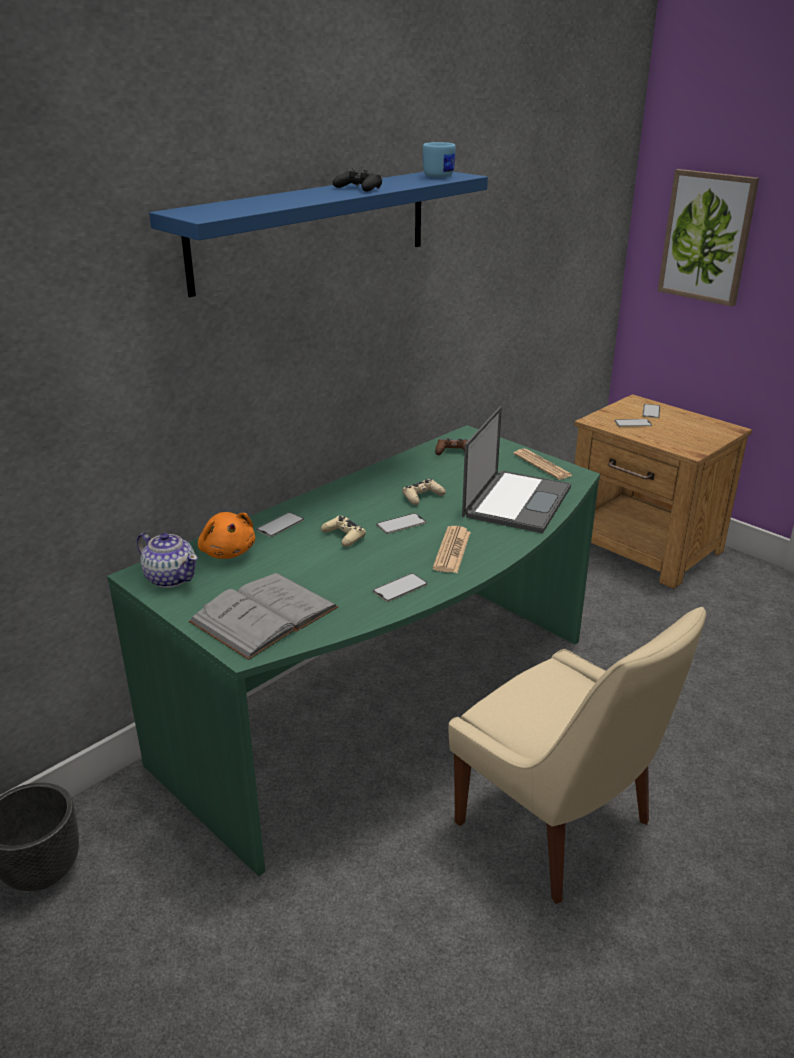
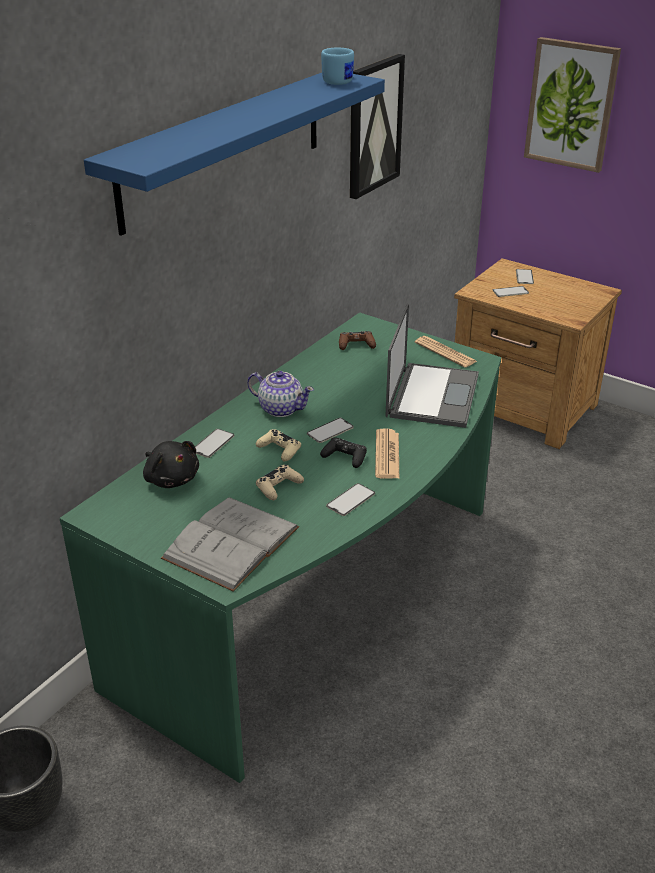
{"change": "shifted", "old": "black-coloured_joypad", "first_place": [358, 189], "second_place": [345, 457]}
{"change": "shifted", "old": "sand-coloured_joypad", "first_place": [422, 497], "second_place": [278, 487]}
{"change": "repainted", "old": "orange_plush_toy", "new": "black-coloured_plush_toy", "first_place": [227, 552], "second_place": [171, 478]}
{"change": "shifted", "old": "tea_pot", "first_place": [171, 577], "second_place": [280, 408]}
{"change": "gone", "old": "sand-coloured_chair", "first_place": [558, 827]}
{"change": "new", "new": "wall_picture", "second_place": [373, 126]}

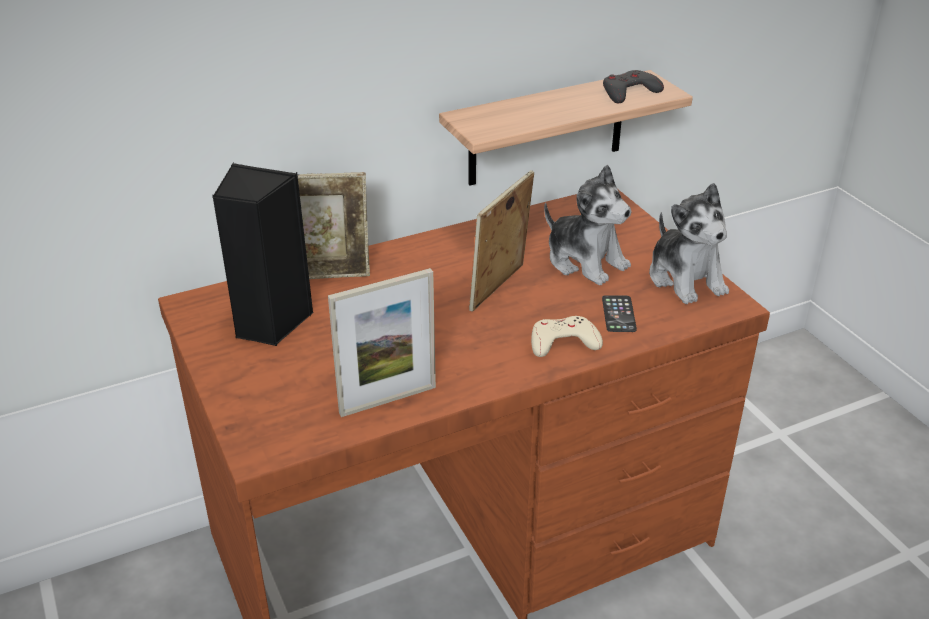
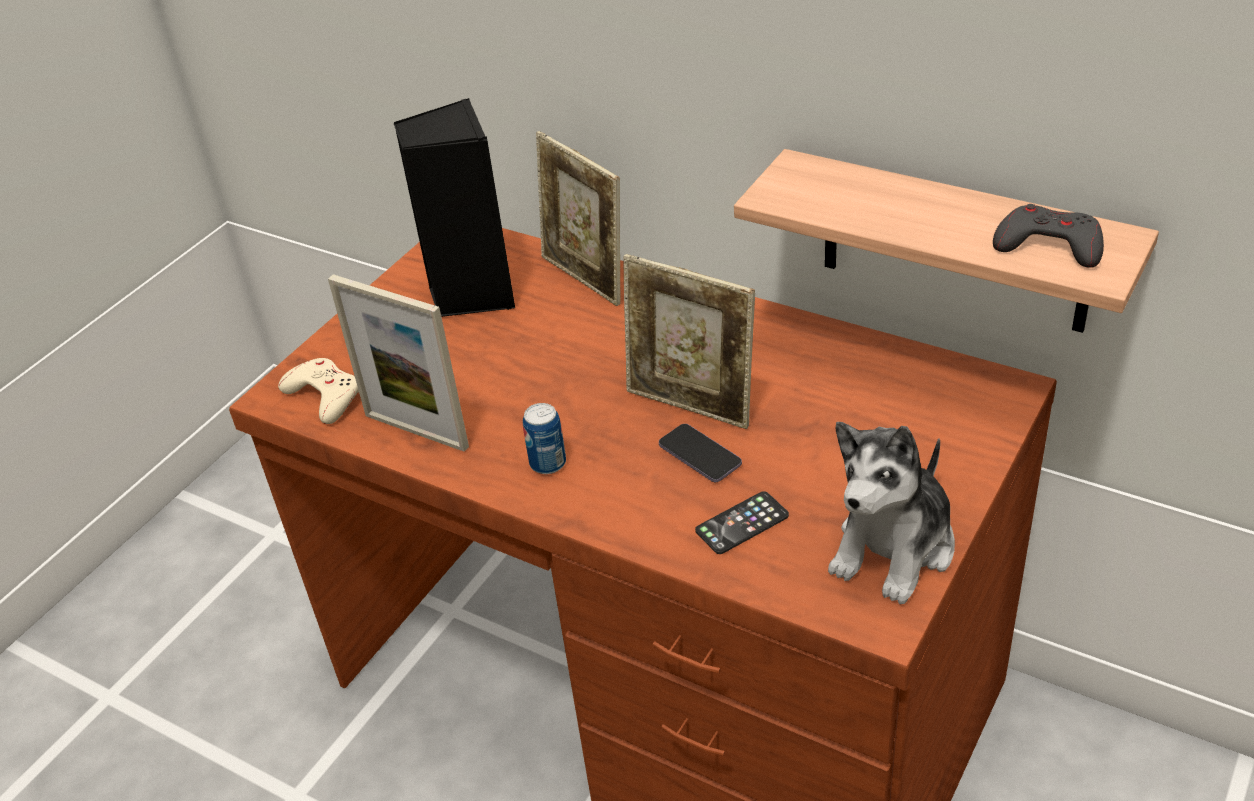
{"change": "gone", "old": "plush_toy", "first_place": [585, 261]}
{"change": "rotated", "old": "standing_frame", "first_place": [499, 289], "second_place": [691, 405], "degrees": -150}
{"change": "shifted", "old": "sand-coloured_joypad", "first_place": [563, 342], "second_place": [324, 395]}
{"change": "new", "new": "sealed_can", "second_place": [548, 463]}
{"change": "new", "new": "telephone", "second_place": [700, 455]}

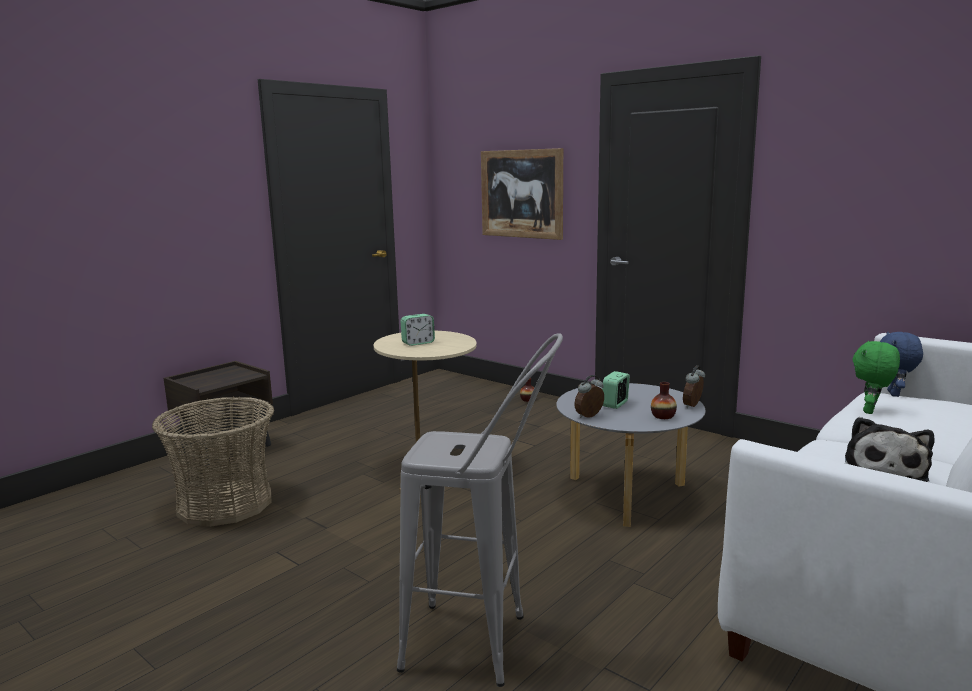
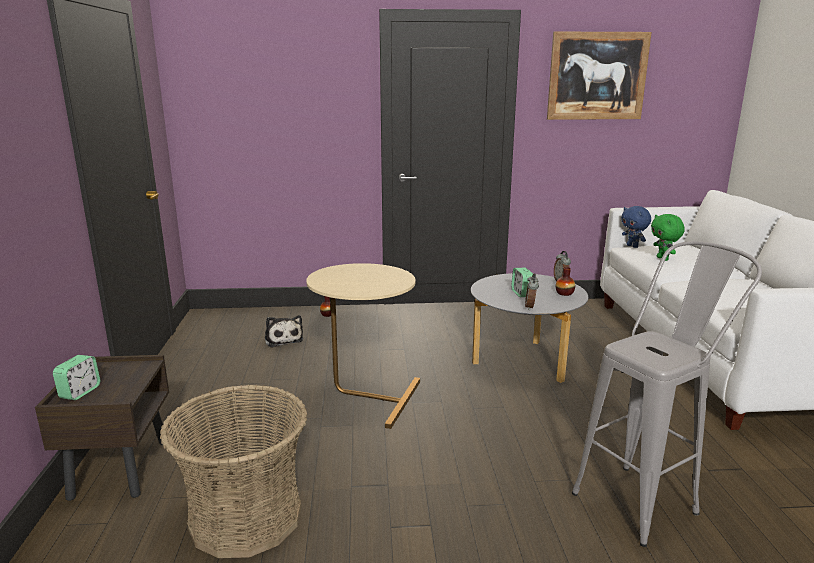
{"change": "shifted", "old": "wall_picture", "first_place": [521, 194], "second_place": [597, 76]}
{"change": "shifted", "old": "table_clock", "first_place": [418, 343], "second_place": [80, 392]}
{"change": "shifted", "old": "plush_toy", "first_place": [883, 470], "second_place": [283, 339]}

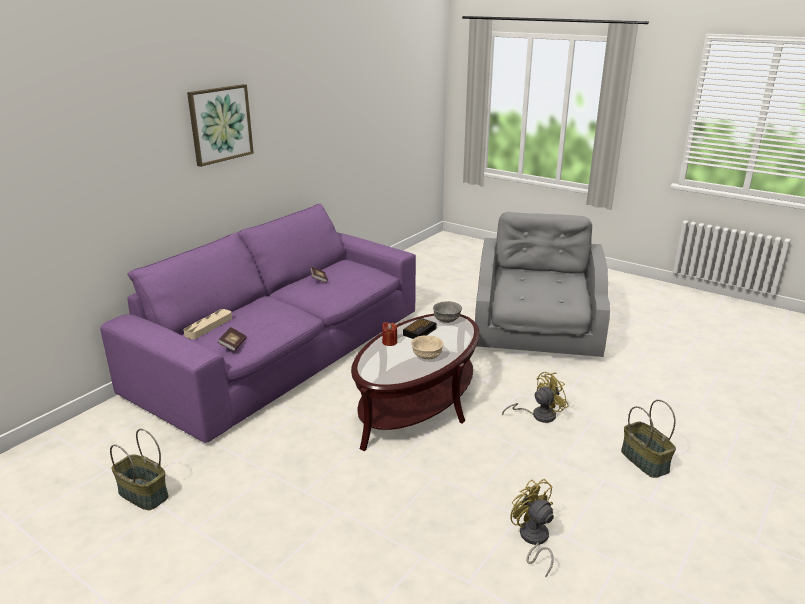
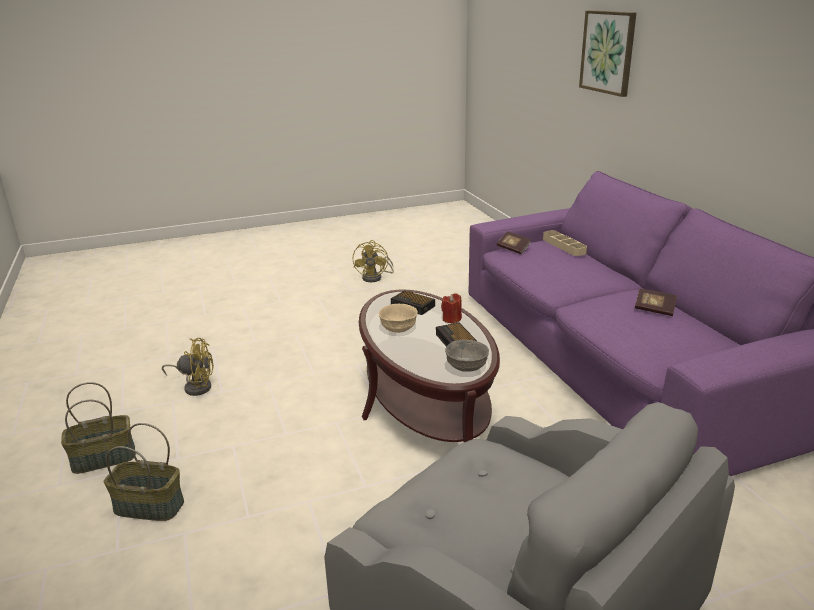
{"change": "shifted", "old": "wall_picture", "first_place": [220, 124], "second_place": [608, 52]}
{"change": "shifted", "old": "yellow-coloured_fan", "first_place": [538, 415], "second_place": [375, 277]}
{"change": "shifted", "old": "basket", "first_place": [142, 494], "second_place": [104, 458]}
{"change": "new", "new": "table_clock", "second_place": [413, 306]}

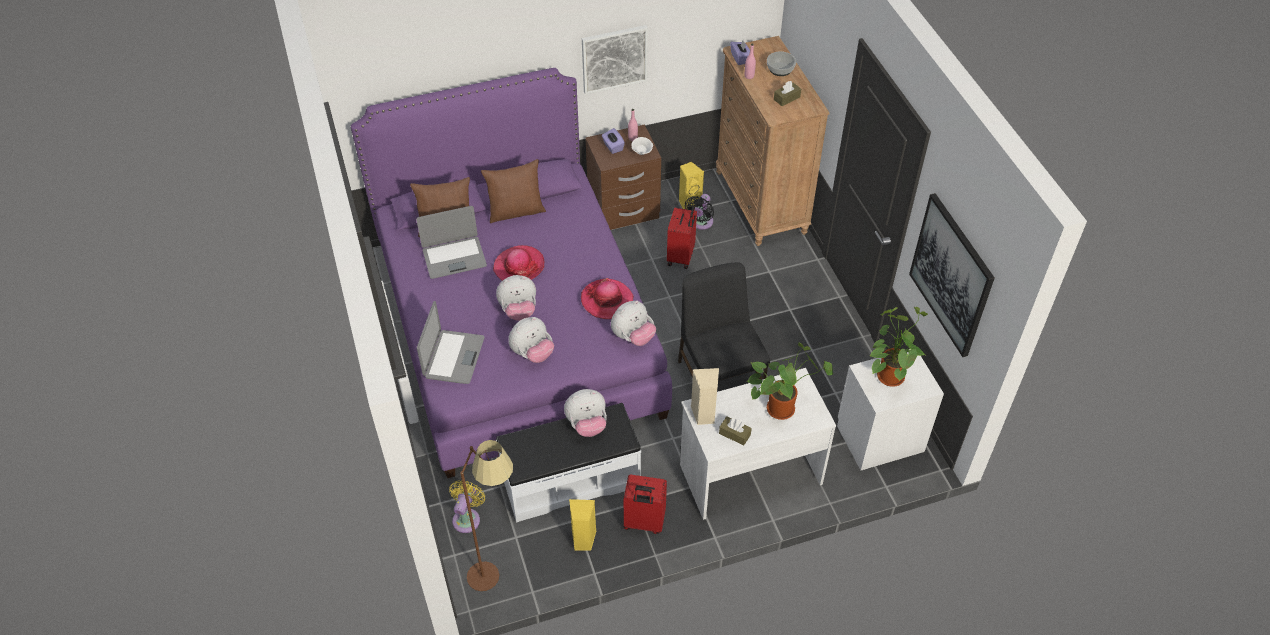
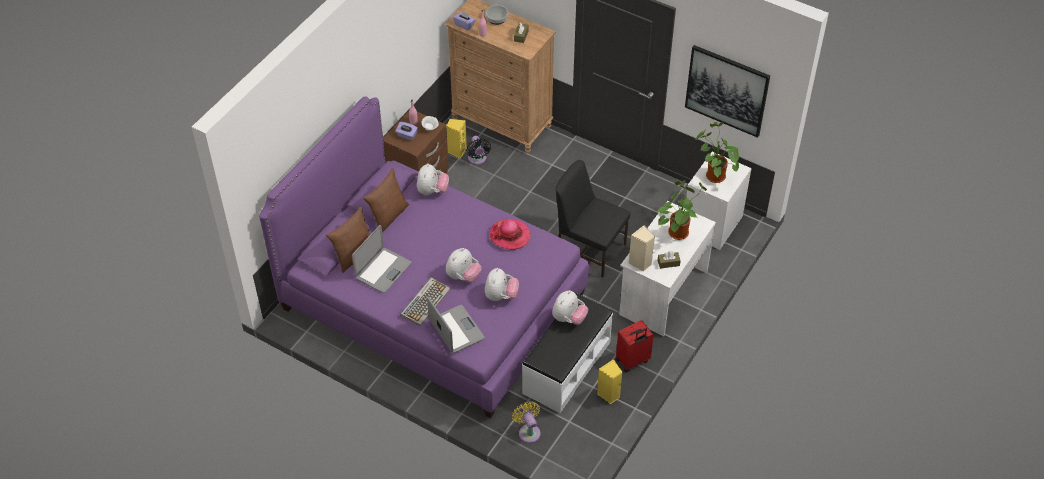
{"change": "gone", "old": "wall_picture", "first_place": [614, 58]}
{"change": "gone", "old": "reddish_suitcase", "first_place": [681, 257]}
{"change": "gone", "old": "wearable_hat", "first_place": [519, 266]}
{"change": "shifted", "old": "plush_toy", "first_place": [633, 337], "second_place": [432, 191]}
{"change": "gone", "old": "brown_floor_lamp", "first_place": [498, 575]}
{"change": "new", "new": "computer_keyboard", "second_place": [425, 302]}

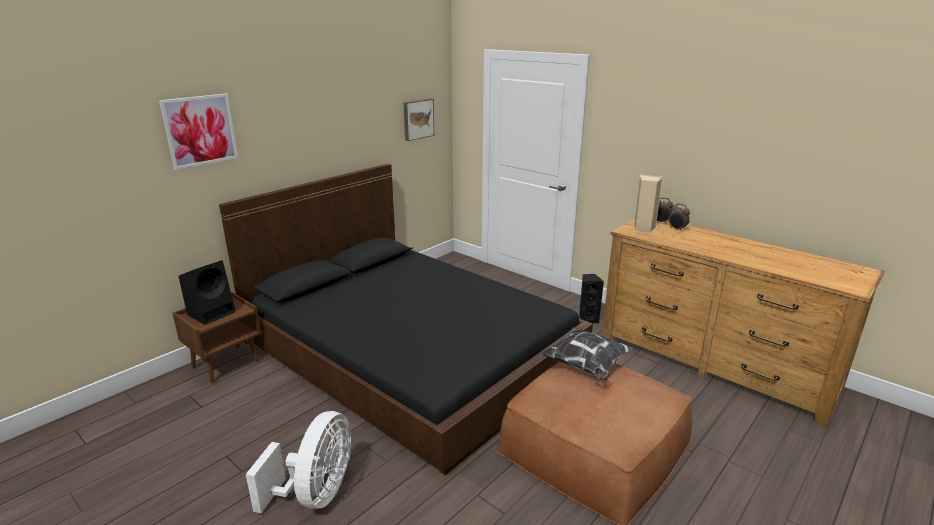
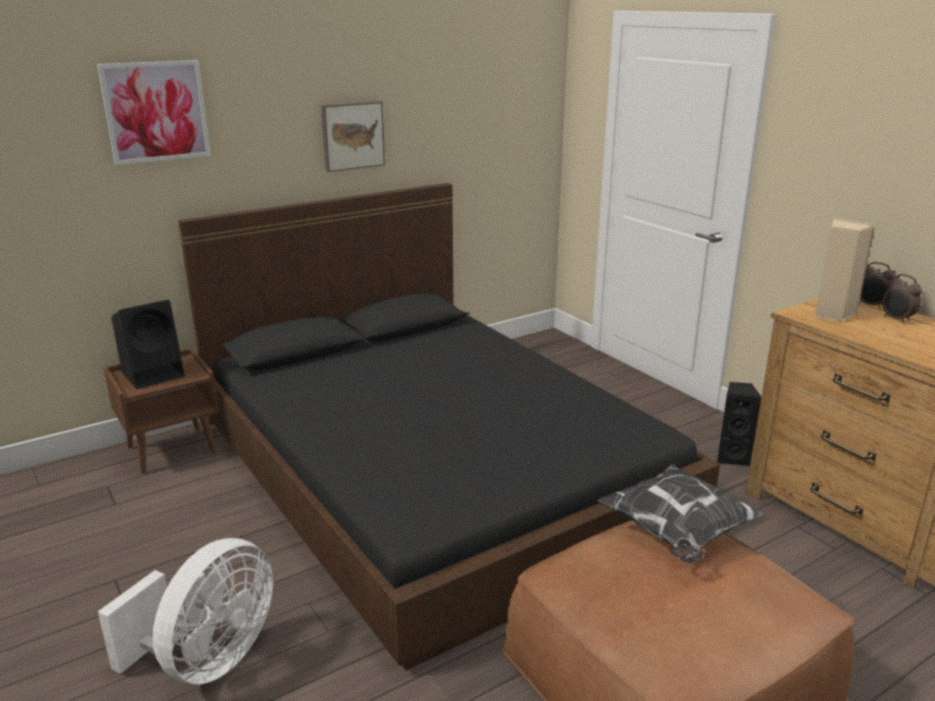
{"change": "shifted", "old": "wall_picture", "first_place": [417, 119], "second_place": [352, 135]}

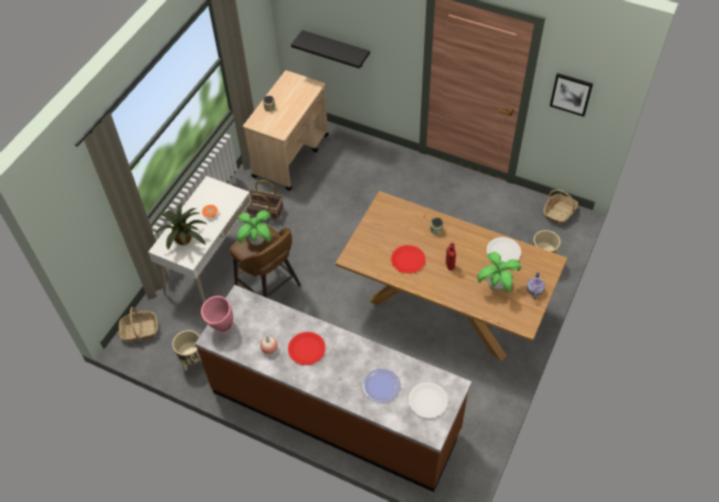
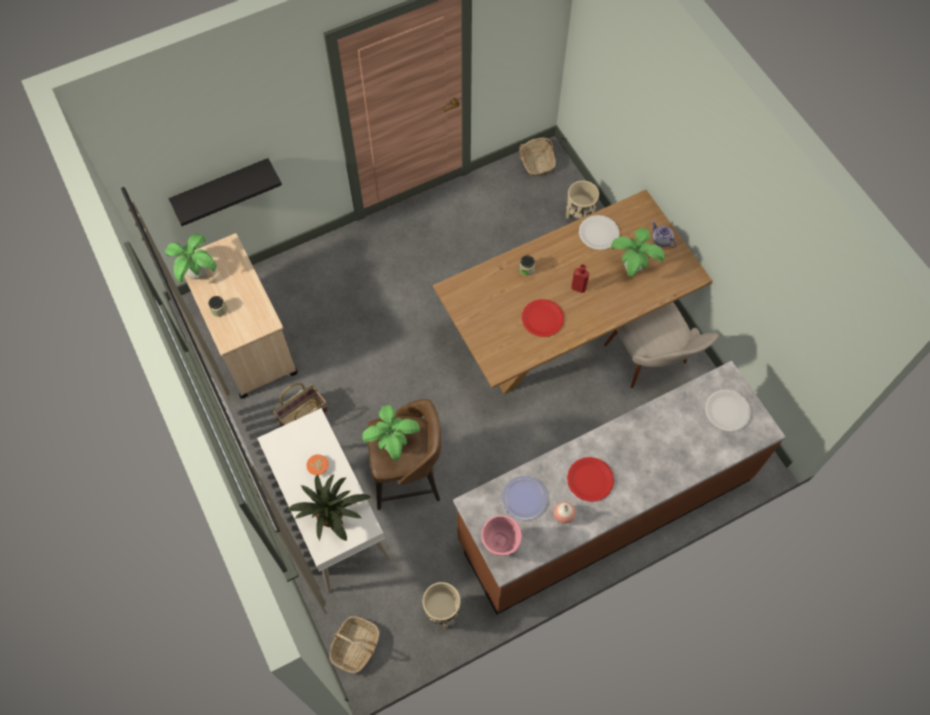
{"change": "gone", "old": "wall_picture", "first_place": [571, 94]}
{"change": "shifted", "old": "plate", "first_place": [381, 386], "second_place": [524, 498]}
{"change": "new", "new": "houseplant", "second_place": [198, 274]}
{"change": "new", "new": "sand-coloured_chair", "second_place": [652, 364]}

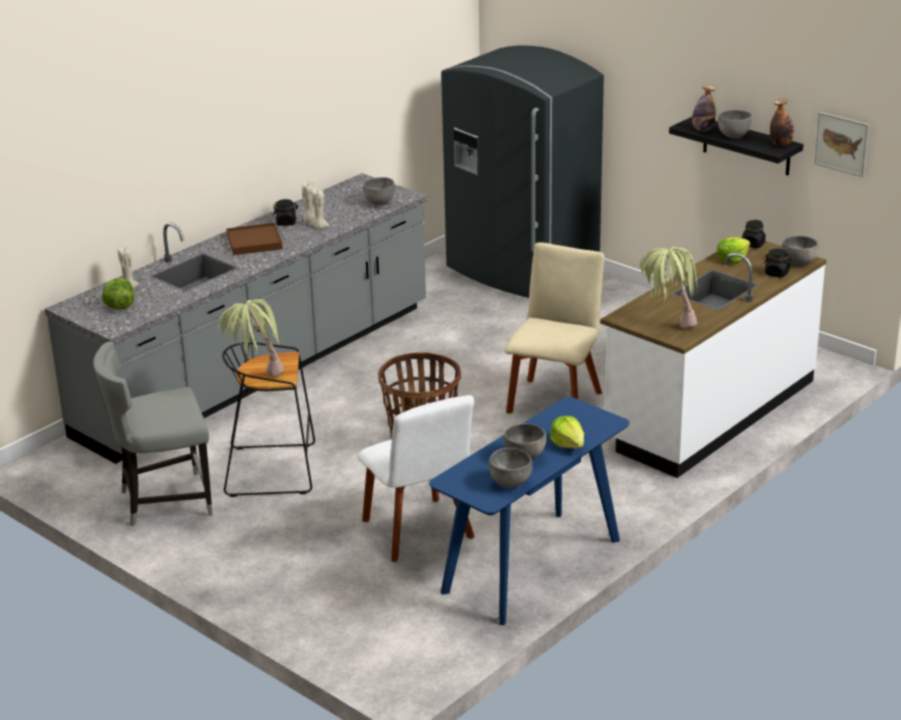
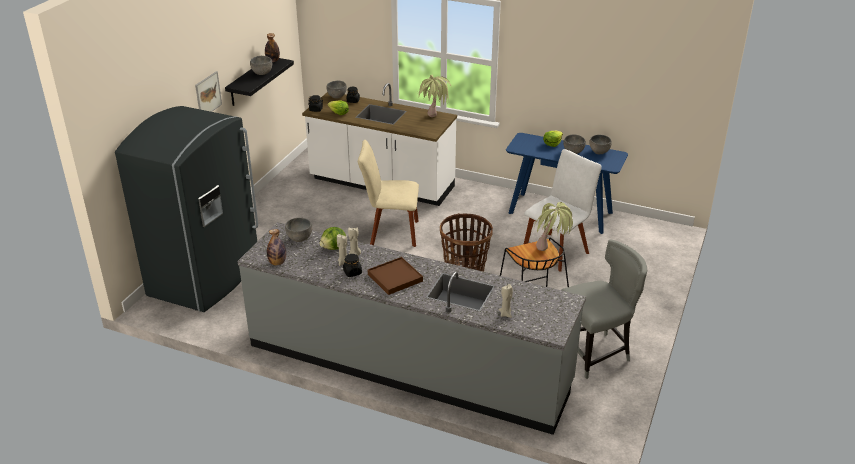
{"change": "shifted", "old": "bottle", "first_place": [702, 129], "second_place": [277, 263]}
{"change": "shifted", "old": "wall_picture", "first_place": [842, 144], "second_place": [208, 94]}
{"change": "shifted", "old": "head_of_lettuce", "first_place": [119, 307], "second_place": [334, 248]}
{"change": "rotated", "old": "grey_chair", "first_place": [164, 501], "second_place": [596, 354], "degrees": -75}

